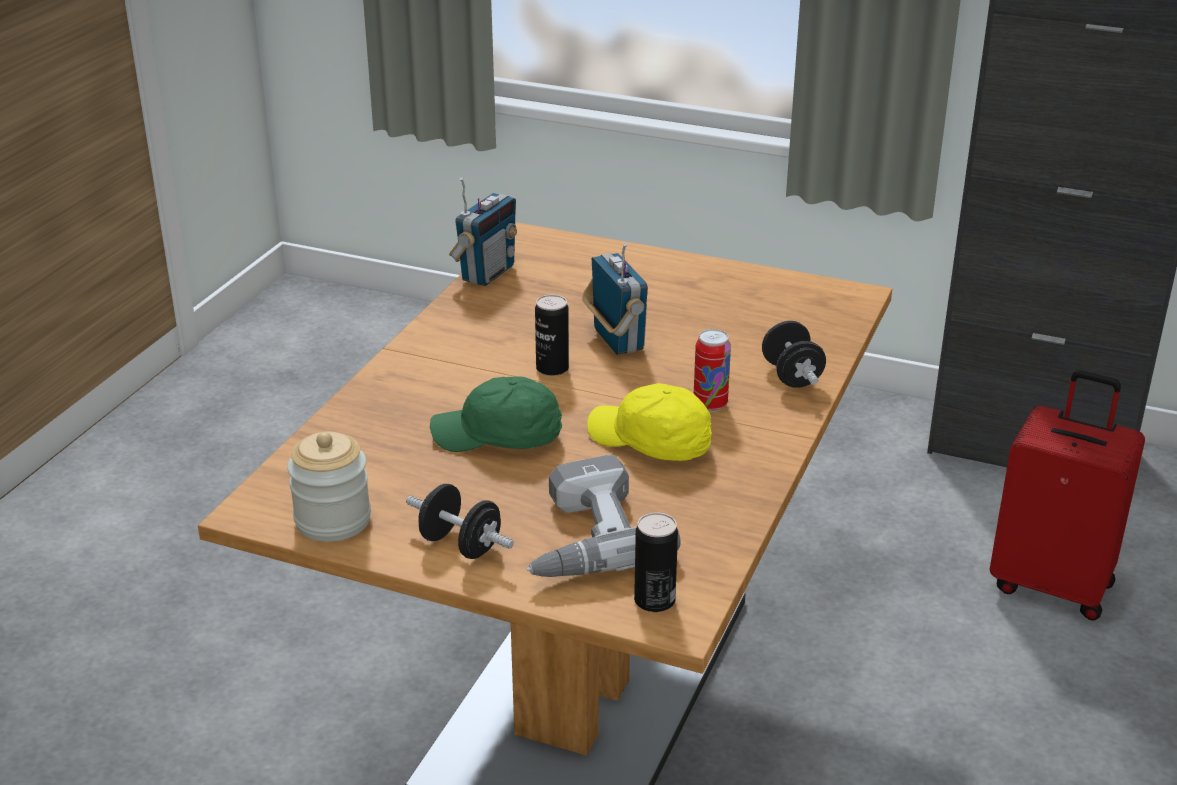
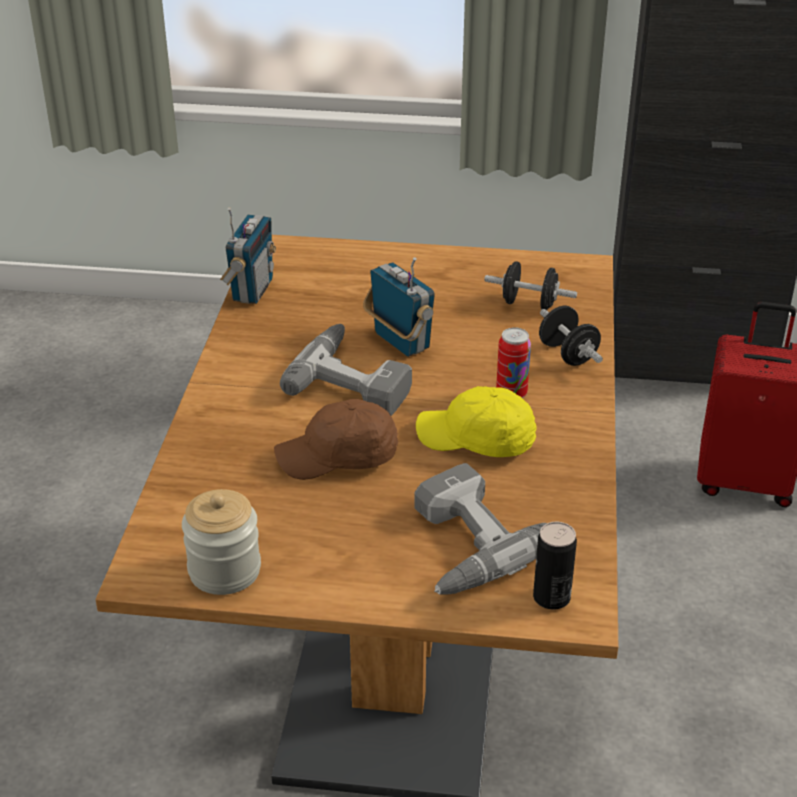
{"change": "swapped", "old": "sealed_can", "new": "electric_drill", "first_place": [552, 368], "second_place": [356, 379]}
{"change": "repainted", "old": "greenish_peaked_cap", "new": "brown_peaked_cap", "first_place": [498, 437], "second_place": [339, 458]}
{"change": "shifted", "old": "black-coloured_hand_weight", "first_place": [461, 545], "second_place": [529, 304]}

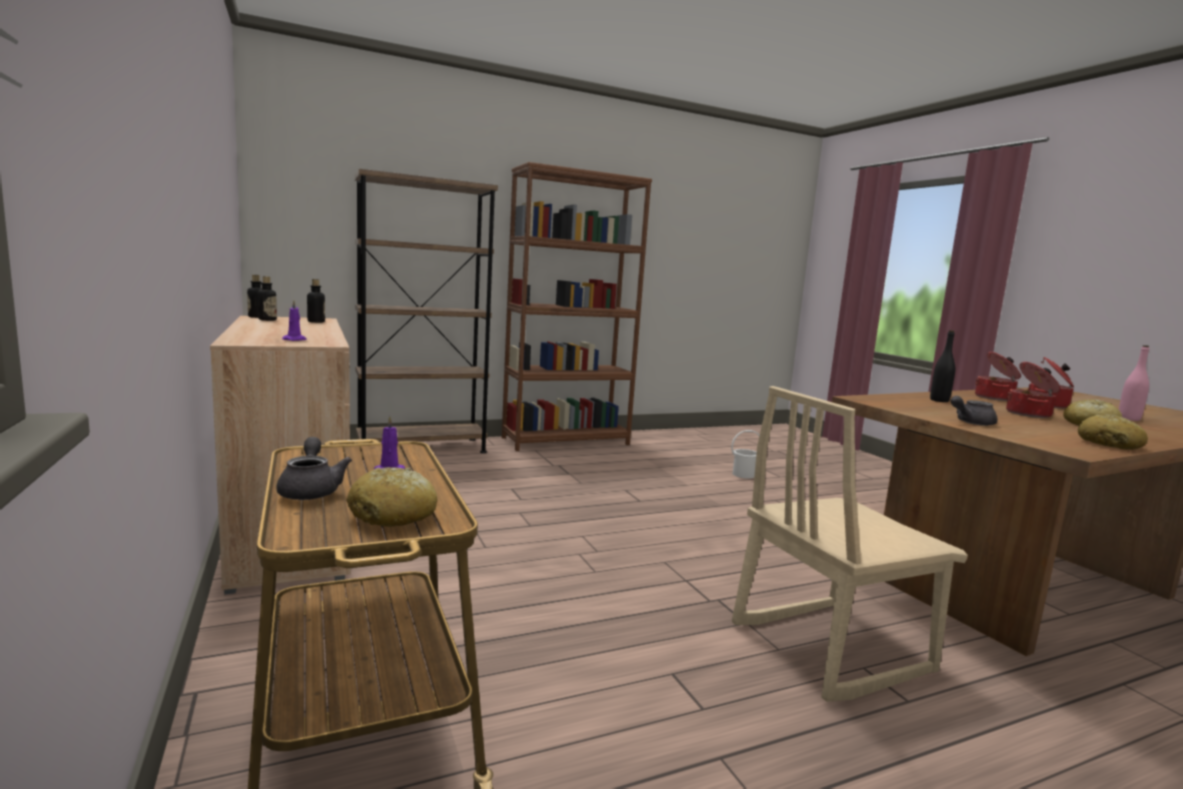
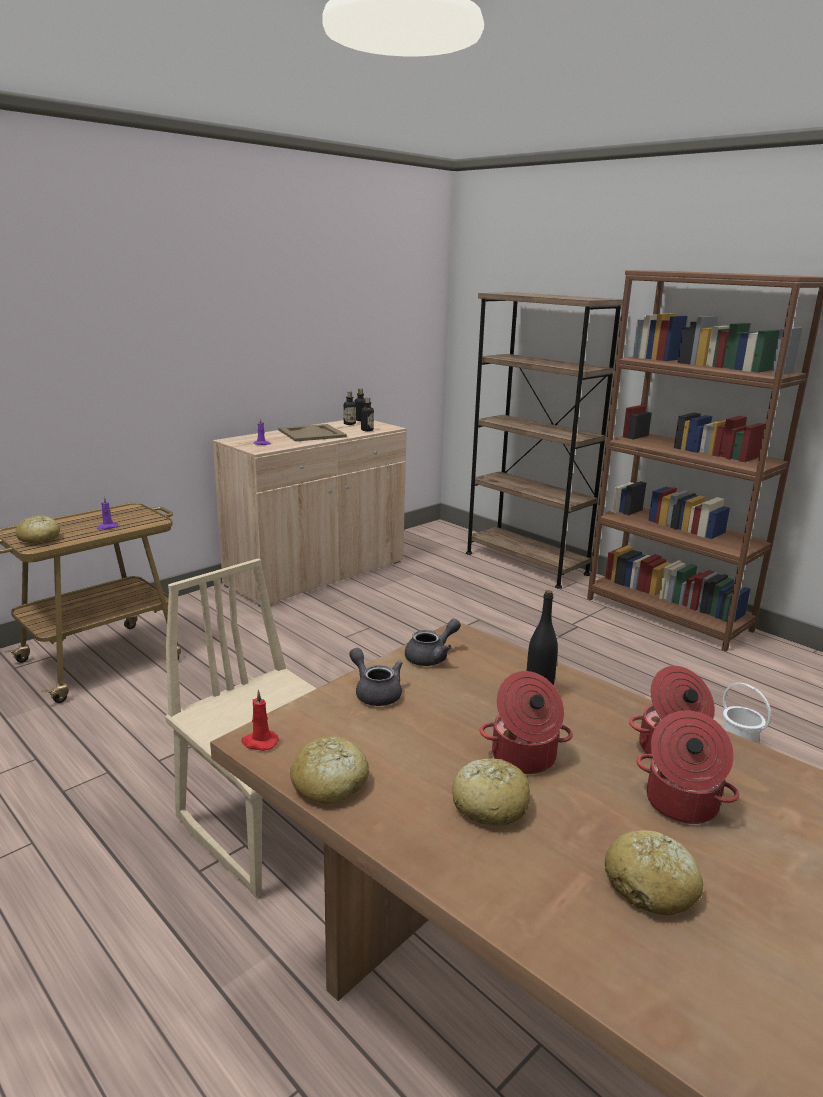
{"change": "swapped", "old": "pink-coloured_bottle", "new": "bakery_bread", "first_place": [1128, 419], "second_place": [651, 886]}
{"change": "shifted", "old": "grey_tea_pot", "first_place": [311, 490], "second_place": [432, 657]}
{"change": "new", "new": "sand-coloured_serving_tray", "second_place": [311, 433]}
{"change": "new", "new": "reddish_candle", "second_place": [259, 742]}

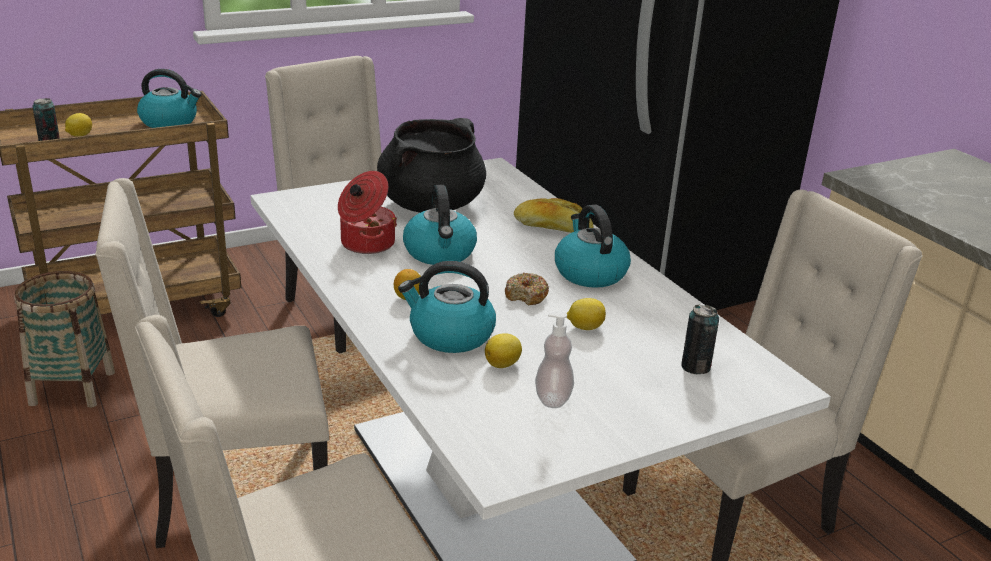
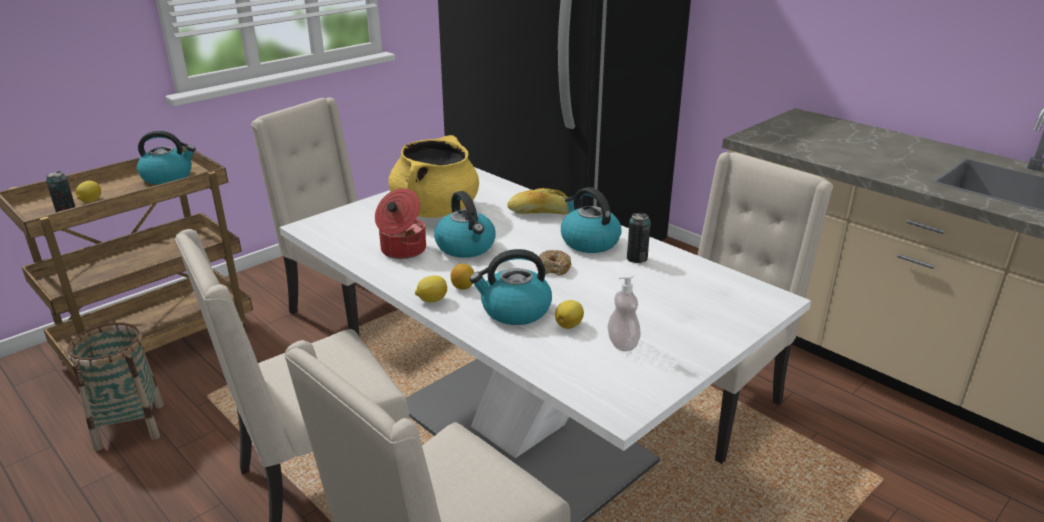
{"change": "repainted", "old": "black-coloured_saucepot", "new": "yellow-coloured_saucepot", "first_place": [431, 205], "second_place": [435, 210]}
{"change": "shifted", "old": "citrus_fruit", "first_place": [584, 327], "second_place": [431, 300]}
{"change": "shifted", "old": "sealed_can", "first_place": [695, 367], "second_place": [637, 258]}

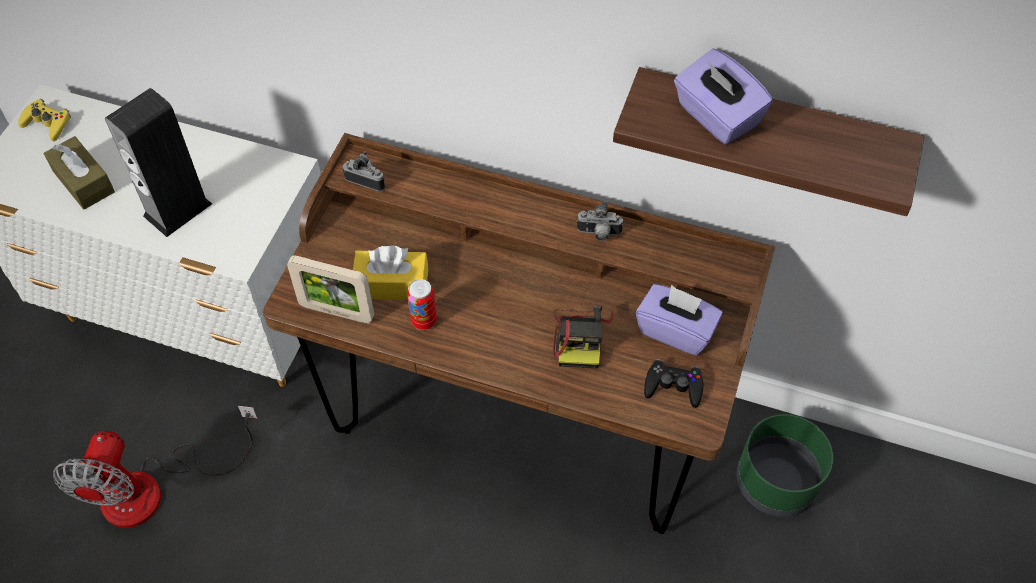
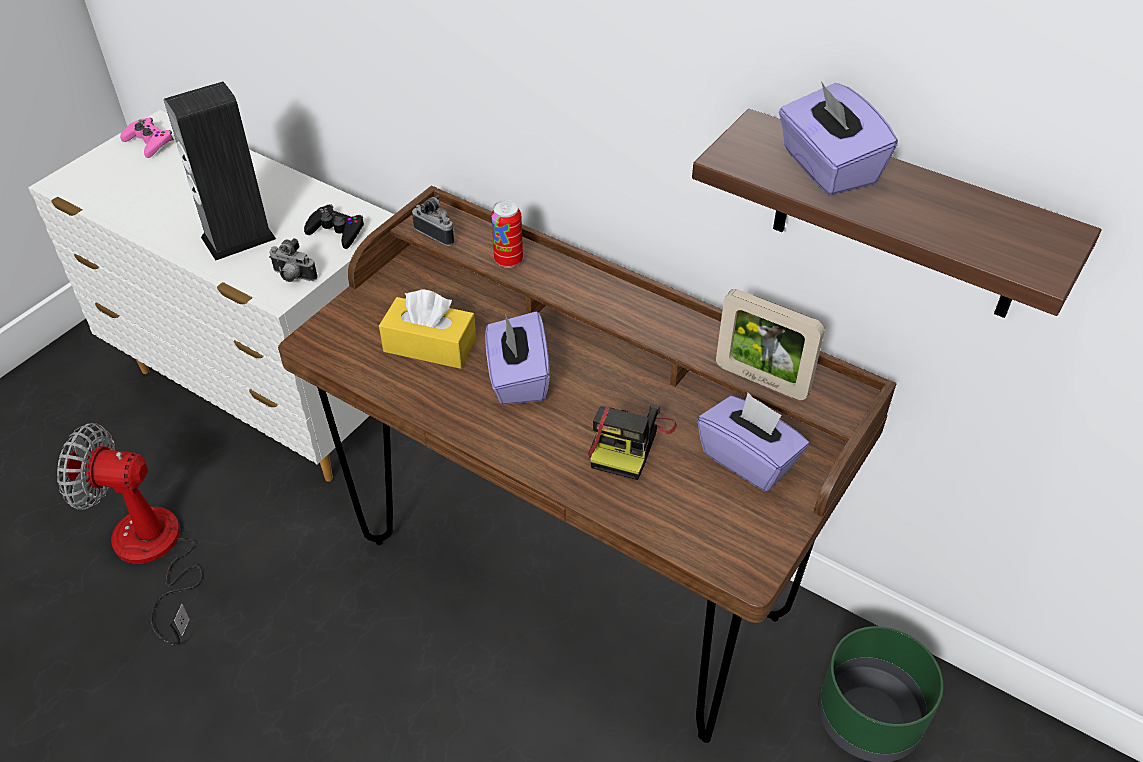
{"change": "repainted", "old": "yellow-coloured_joypad", "new": "pink-coloured_joypad", "first_place": [47, 123], "second_place": [149, 142]}
{"change": "gone", "old": "brown_tissue_holder", "first_place": [83, 181]}
{"change": "shifted", "old": "still_camera", "first_place": [598, 234], "second_place": [293, 277]}
{"change": "shifted", "old": "standing_frame", "first_place": [337, 312], "second_place": [761, 380]}
{"change": "shifted", "old": "sealed_can", "first_place": [424, 321], "second_place": [508, 260]}
{"change": "shifted", "old": "black-coloured_joypad", "first_place": [673, 386], "second_place": [336, 231]}
{"change": "rotated", "old": "fan", "first_place": [154, 489], "second_place": [153, 555], "degrees": 75}
{"change": "new", "new": "purplish_tissue_holder", "second_place": [517, 378]}

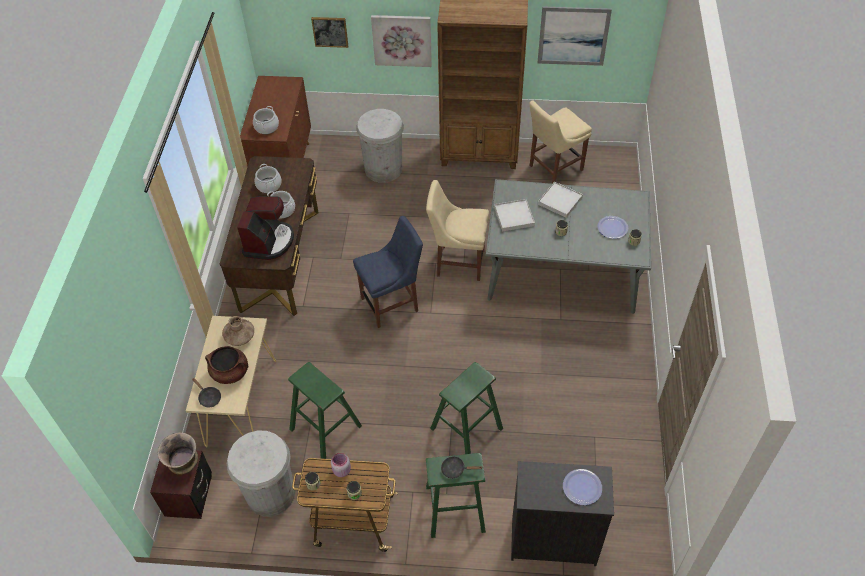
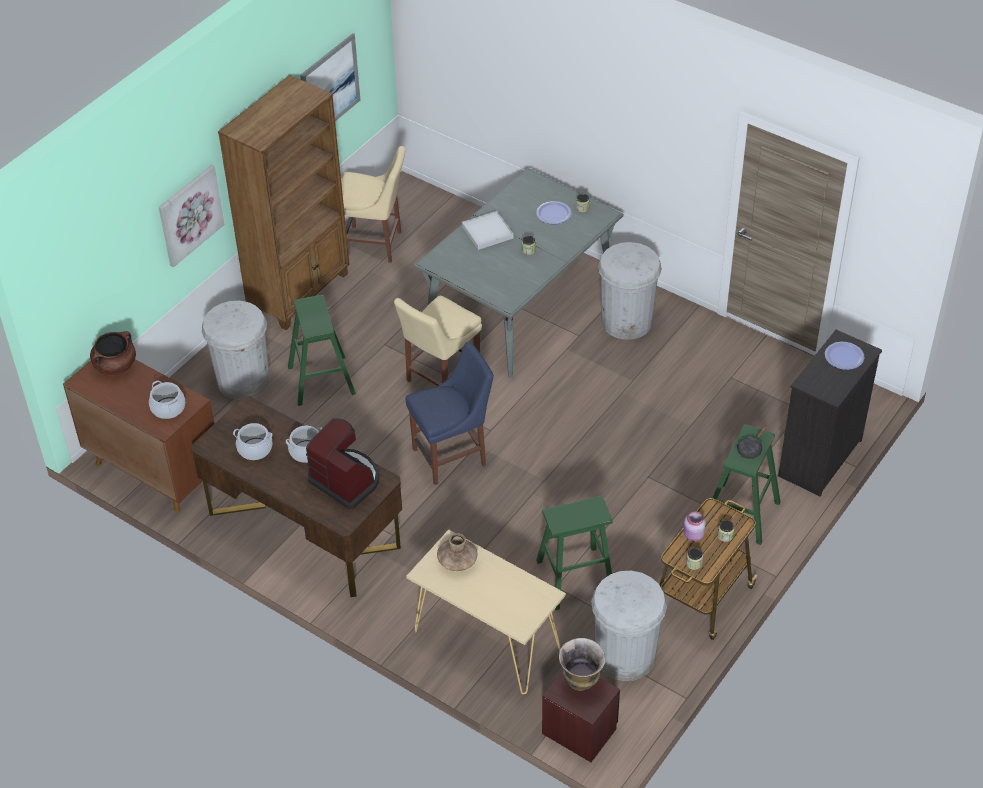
{"change": "gone", "old": "wall_picture", "first_place": [330, 31]}
{"change": "rotated", "old": "sand-coloured_chair", "first_place": [553, 168], "second_place": [375, 245], "degrees": -75}
{"change": "gone", "old": "white-coloured_serving_tray", "first_place": [514, 216]}
{"change": "rotated", "old": "blue-coloured_chair", "first_place": [392, 304], "second_place": [453, 456], "degrees": 60}
{"change": "shifted", "old": "brown_saucepot", "first_place": [230, 372], "second_place": [115, 365]}
{"change": "shifted", "old": "greenish_sitting_stool", "first_place": [466, 428], "second_place": [321, 380]}
{"change": "gone", "old": "black-coloured_skillet", "first_place": [208, 397]}
{"change": "new", "new": "white-coloured_trash_can", "second_place": [626, 321]}

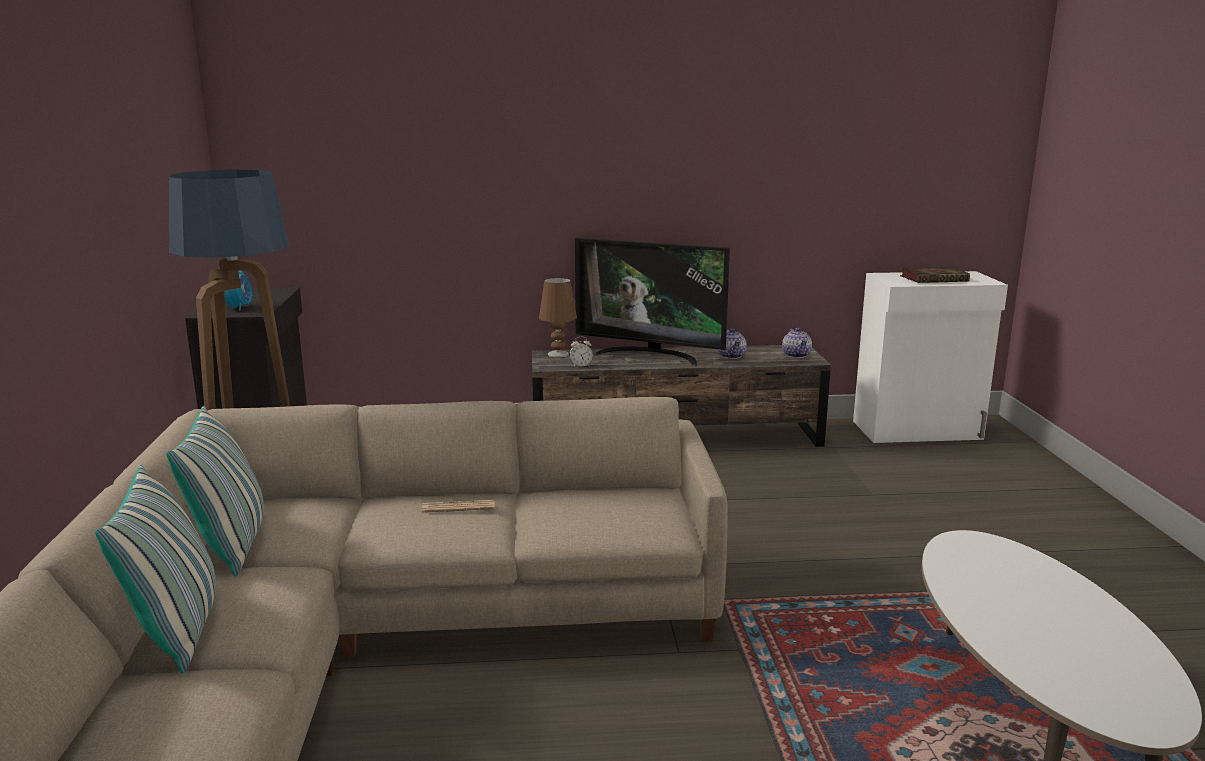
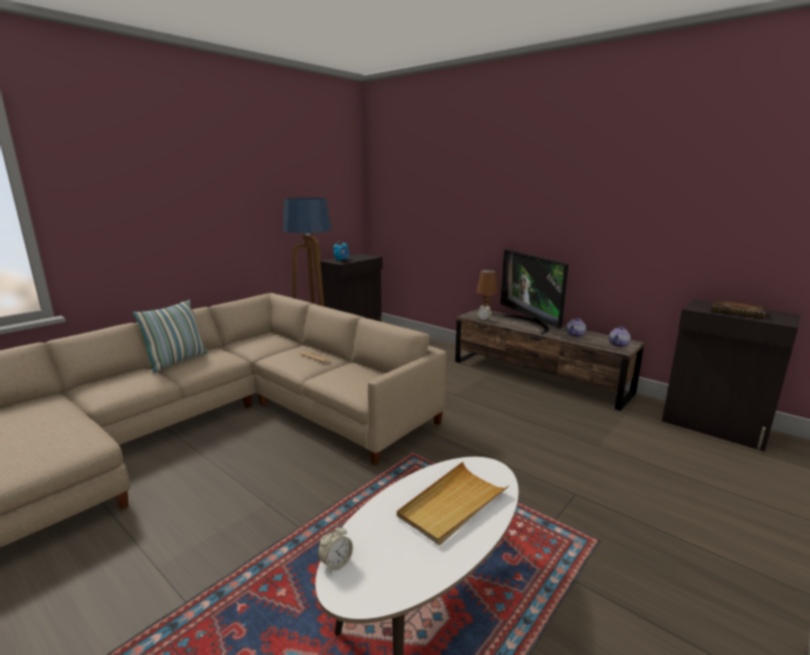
{"change": "repainted", "old": "white-coloured_cupboard", "new": "black-coloured_cupboard", "first_place": [918, 431], "second_place": [715, 427]}
{"change": "gone", "old": "throw_pillow", "first_place": [231, 545]}
{"change": "new", "new": "sand-coloured_serving_tray", "second_place": [452, 505]}
{"change": "new", "new": "table_clock", "second_place": [336, 563]}

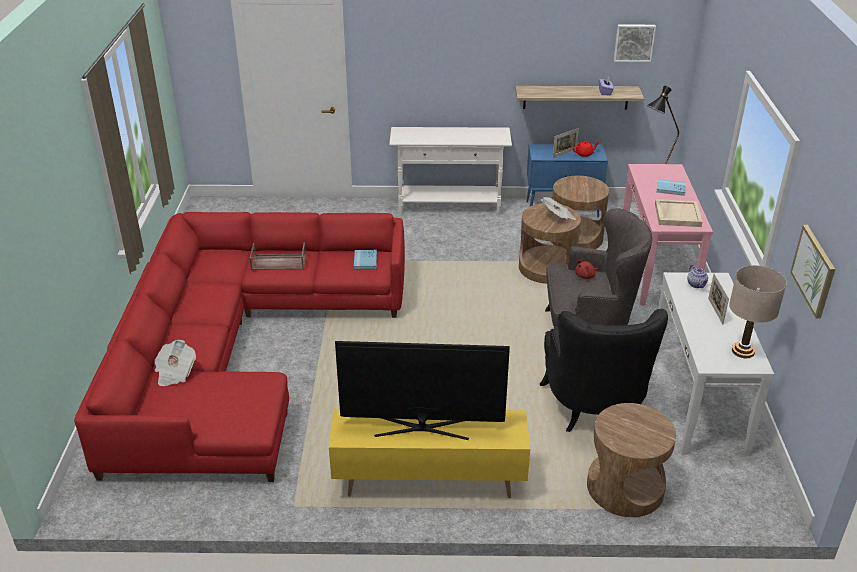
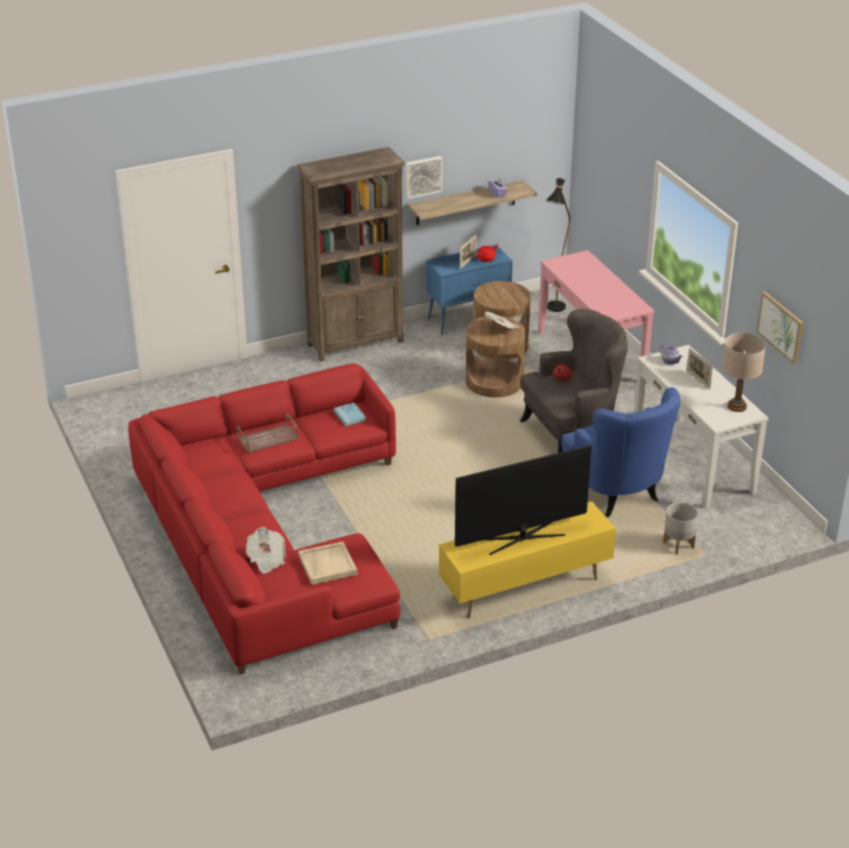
{"change": "shifted", "old": "wall_picture", "first_place": [634, 42], "second_place": [423, 176]}
{"change": "swapped", "old": "white-coloured_narrow_table", "new": "brown_bookcase", "first_place": [449, 206], "second_place": [356, 343]}
{"change": "gone", "old": "blue-coloured_bound_book", "first_place": [670, 189]}
{"change": "shifted", "old": "sand-coloured_serving_tray", "first_place": [677, 215], "second_place": [327, 565]}
{"change": "repainted", "old": "black-coloured_lounge_chair", "new": "blue-coloured_lounge_chair", "first_place": [594, 410], "second_place": [617, 494]}
{"change": "swapped", "old": "brown_side_table", "new": "grey_flower_pot", "first_place": [625, 487], "second_place": [678, 545]}

